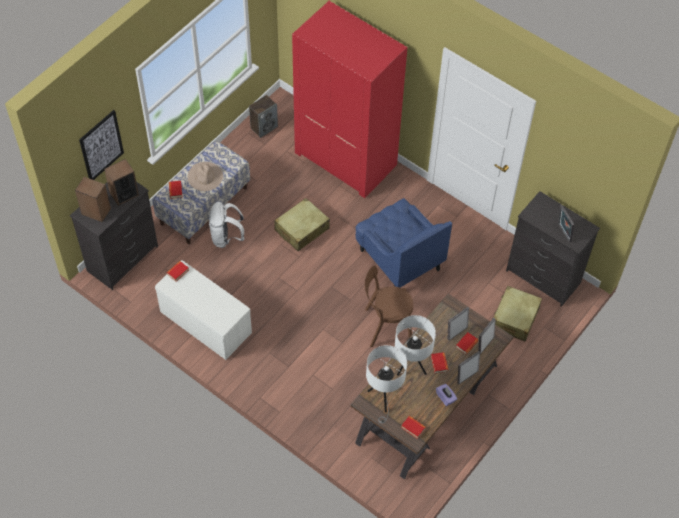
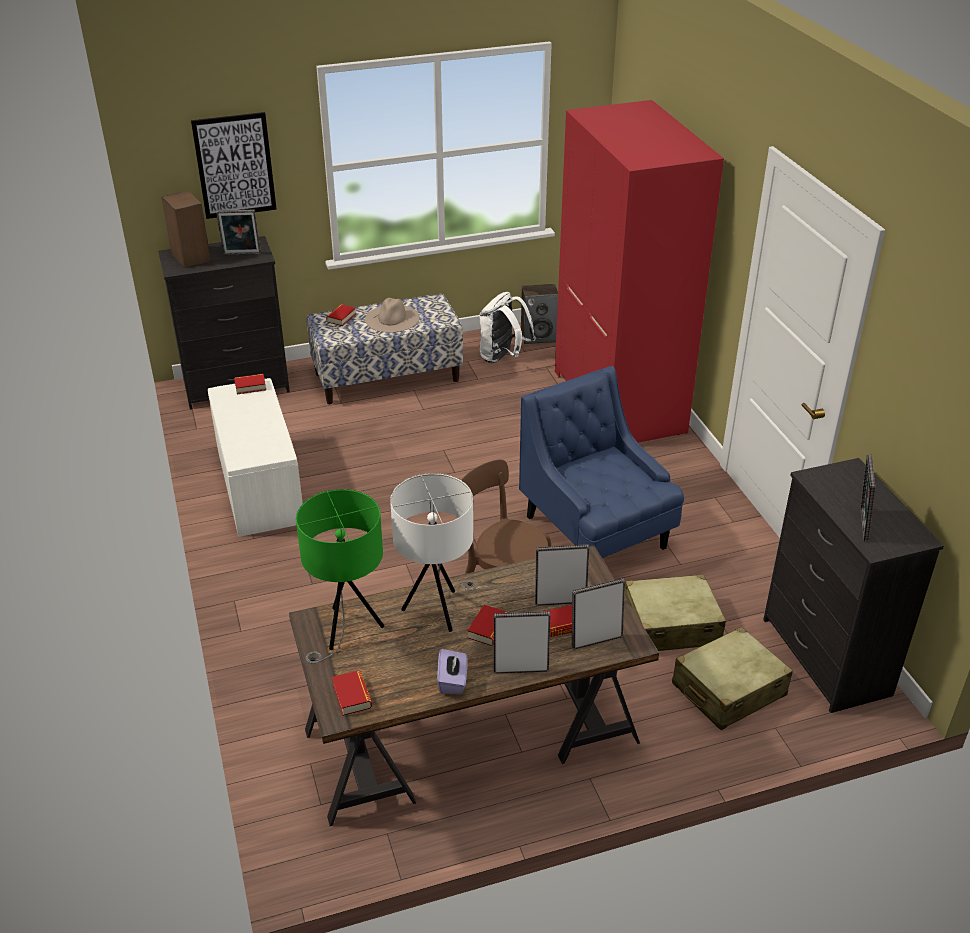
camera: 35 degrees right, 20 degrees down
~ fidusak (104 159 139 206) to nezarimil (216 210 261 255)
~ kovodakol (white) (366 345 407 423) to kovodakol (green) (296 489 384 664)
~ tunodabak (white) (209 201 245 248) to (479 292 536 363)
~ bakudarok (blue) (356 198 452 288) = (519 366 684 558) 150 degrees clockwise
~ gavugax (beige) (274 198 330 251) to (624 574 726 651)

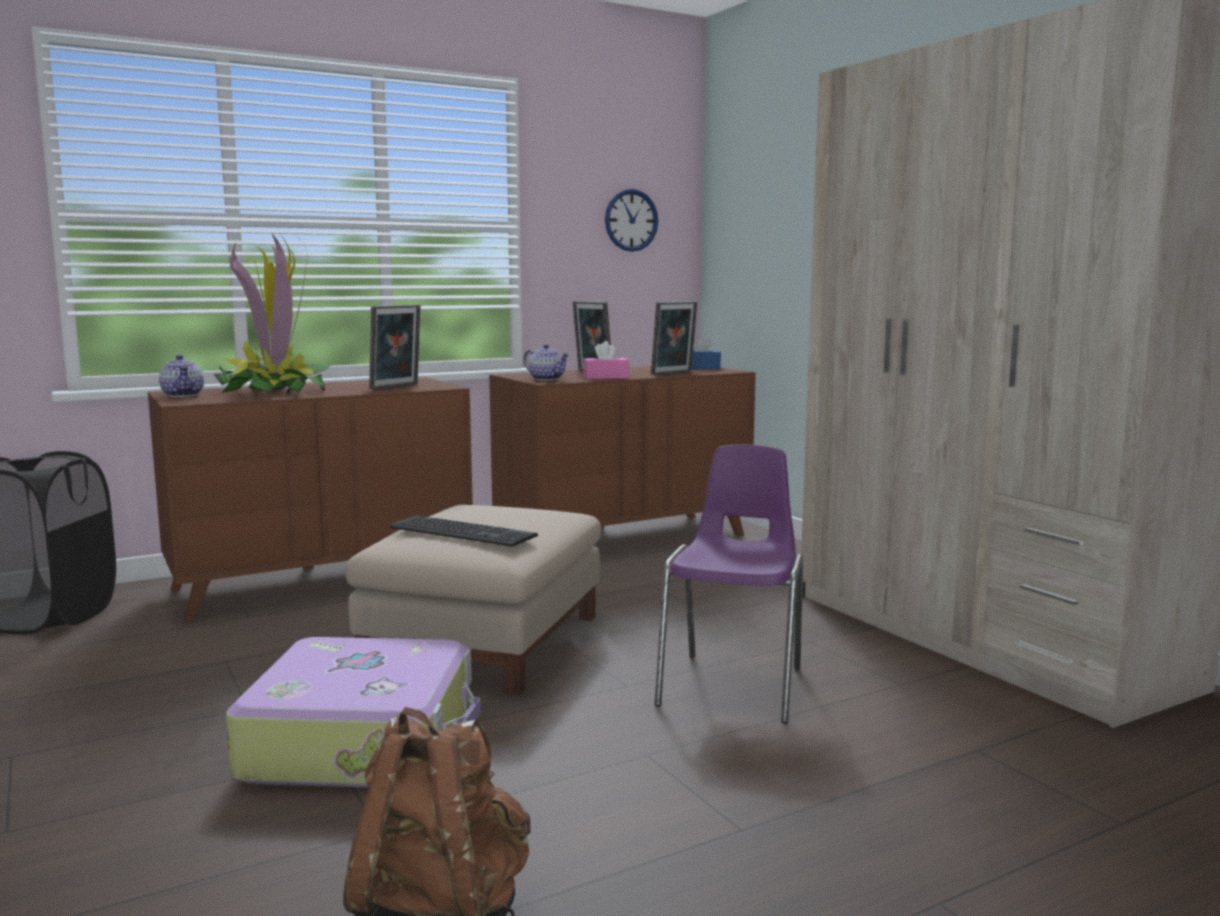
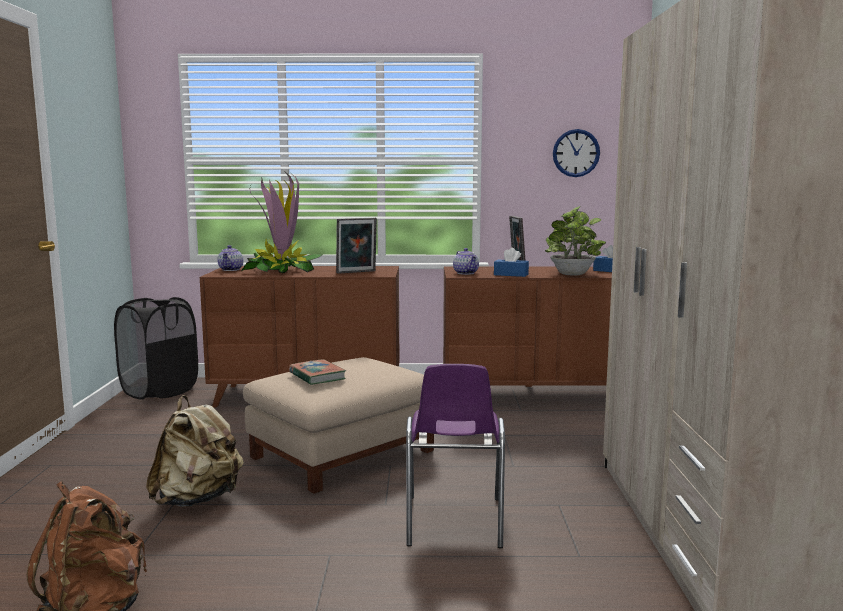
camera: 30 degrees right, 0 degrees up
~ gavugax (226 637 481 787) to tunodabak (beige) (146 395 244 507)
~ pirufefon (390 516 538 547) to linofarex (289 359 346 385)
~ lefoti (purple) (654 444 803 724) = (406 364 505 548) 135 degrees clockwise
~ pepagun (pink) (583 341 629 379) to pepagun (blue) (494 248 529 277)
~ nezarimil (651 301 697 375) to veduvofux (545 206 606 276)

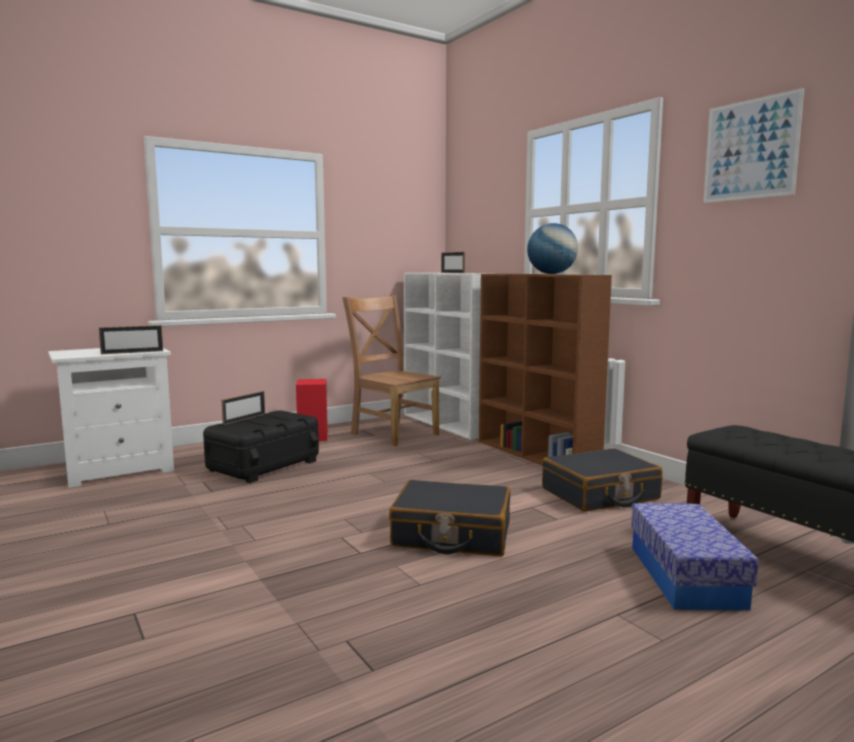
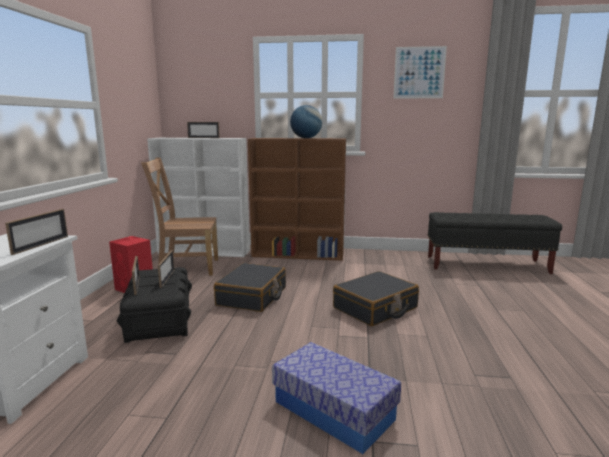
camera: 50 degrees left, 5 degrees up
+ nezarimil (158 250 175 288)
~ gavugax (black) (542 448 663 512) to (214 263 286 312)
~ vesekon (631 503 759 610) to (272 342 401 454)

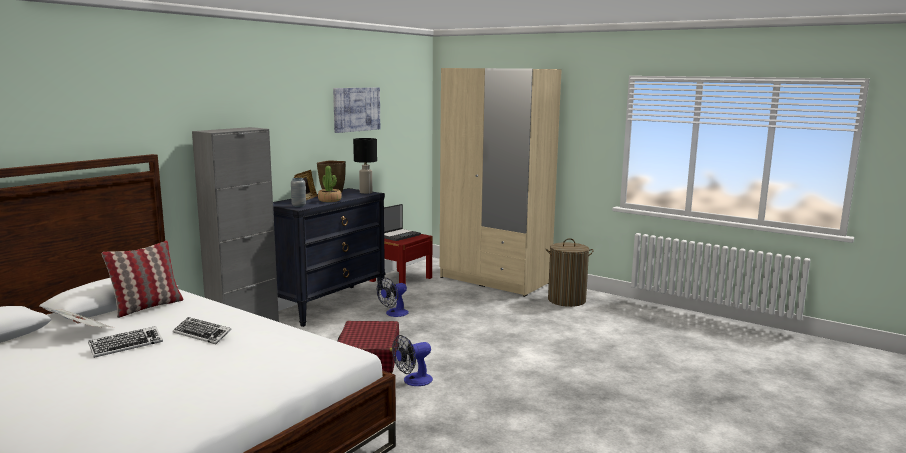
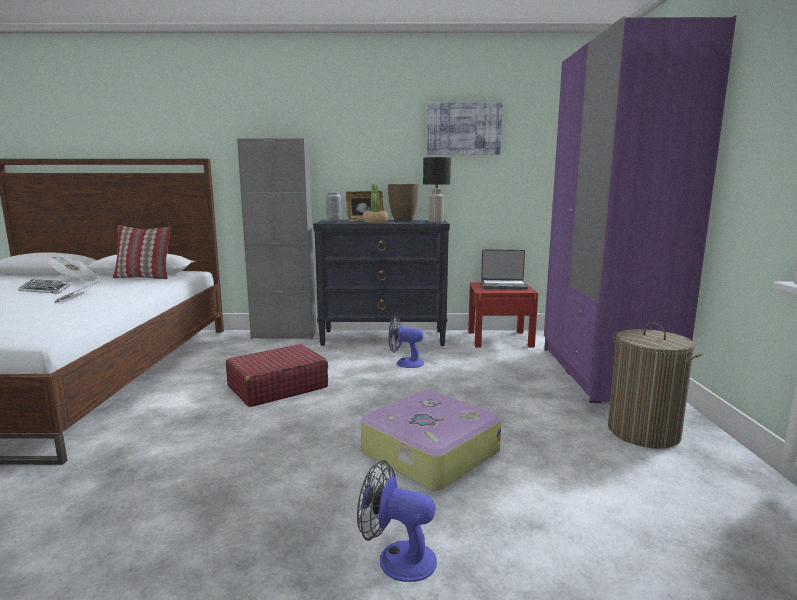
camera: 55 degrees right, 0 degrees up
~ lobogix (392 335 433 386) to (357 460 437 582)
+ gavugax (361 390 501 491)
~ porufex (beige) (440 68 562 297) to porufex (purple) (544 16 736 403)

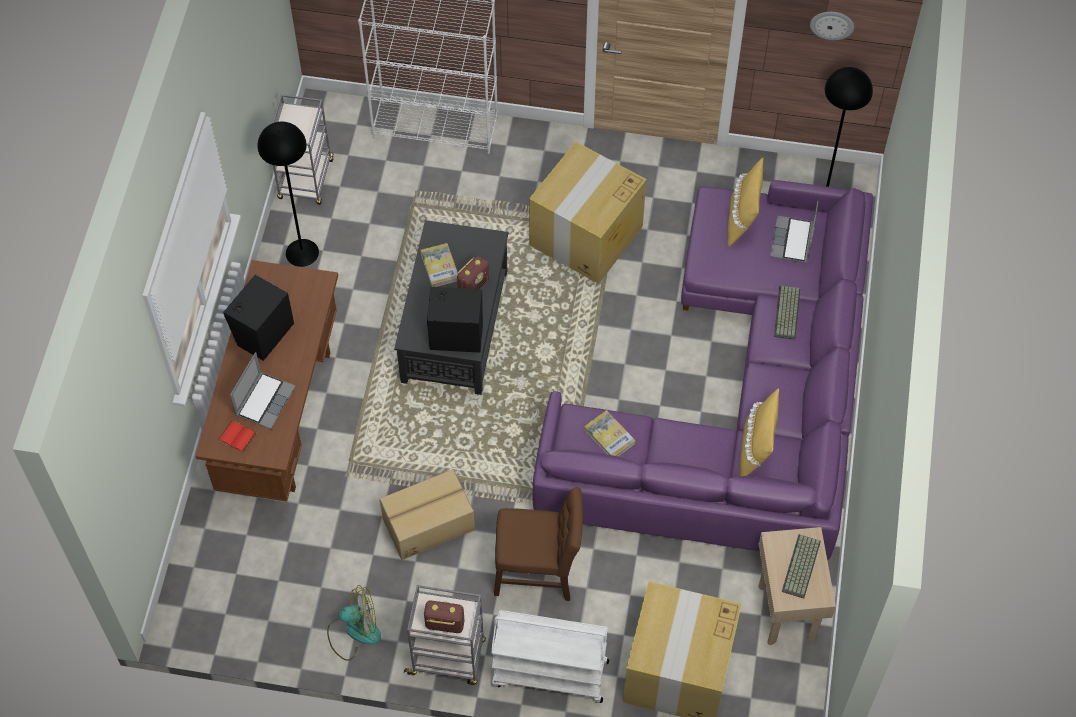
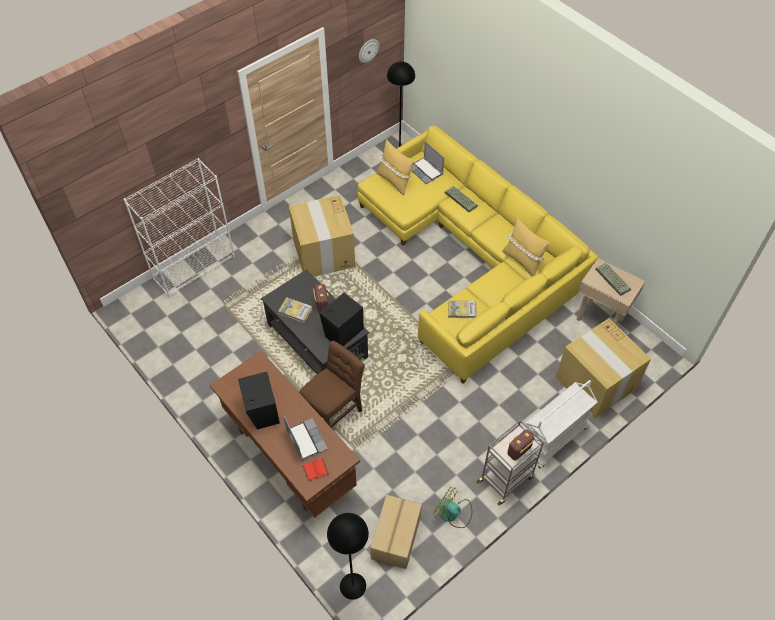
camera: 50 degrees left, 5 degrees down
~ lefoti (brown) (494 487 583 601) to (299 341 365 428)
~ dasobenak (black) (258 122 319 267) to (327 513 369 600)
~ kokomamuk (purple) (533 180 873 560) to kokomamuk (yellow) (357 126 599 384)
~ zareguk (380 469 475 560) to (370 495 422 569)
~ lobogix (327 585 381 661) = (433 487 472 528) 90 degrees counterclockwise
- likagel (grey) (272 94 334 205)

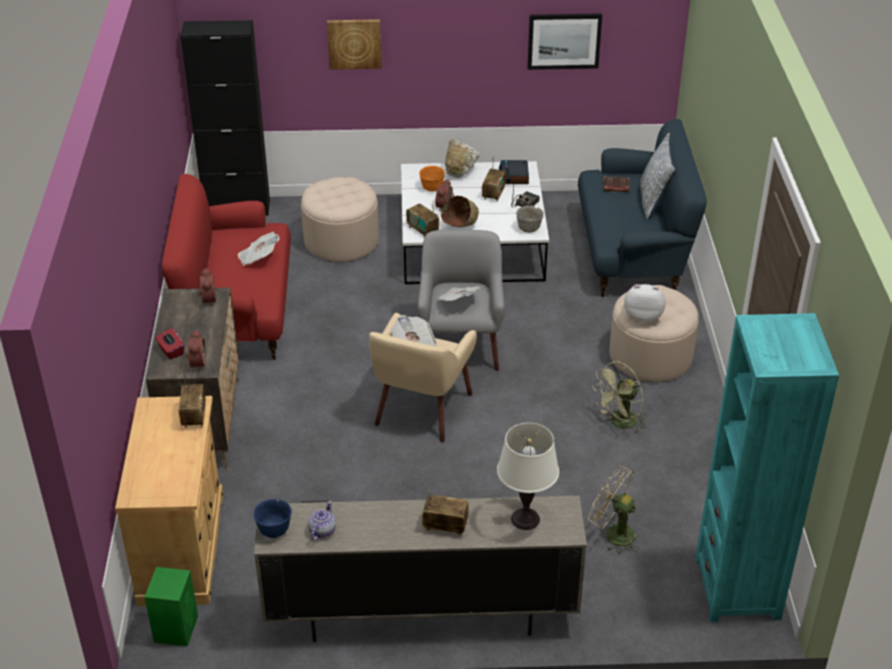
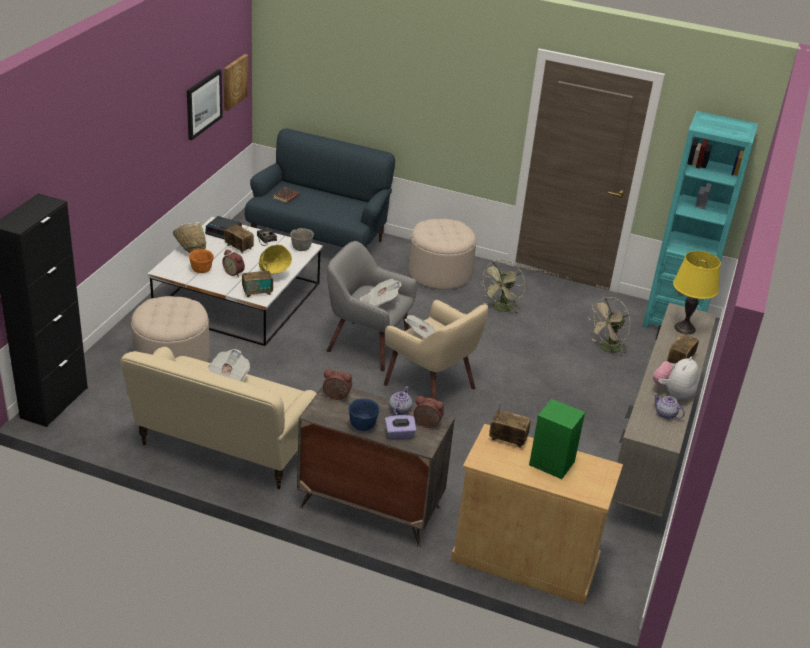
camera: 70 degrees left, 5 degrees down
~ kokomamuk (red) (162 174 291 360) to kokomamuk (beige) (120 347 317 489)
~ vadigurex (327 19 382 70) to (224 54 248 111)
~ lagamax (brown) (441 196 479 227) to lagamax (yellow) (259 245 292 274)
~ lagamax (blue) (253 499 292 538) to (348 398 380 431)
~ pepagun (red) (156 328 184 359) to pepagun (purple) (385 415 416 439)
+ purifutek (389 386 412 416)
~ lobogix (green) (593 361 646 434) = (480 259 525 314) 45 degrees clockwise
~ fidusak (green) (144 567 198 646) to (529 399 585 479)
~ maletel (624 284 666 323) to (653 357 699 400)
~ kovodakol (white) (497 423 559 530) to kovodakol (yellow) (673 251 721 335)
- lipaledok (640 133 676 220)

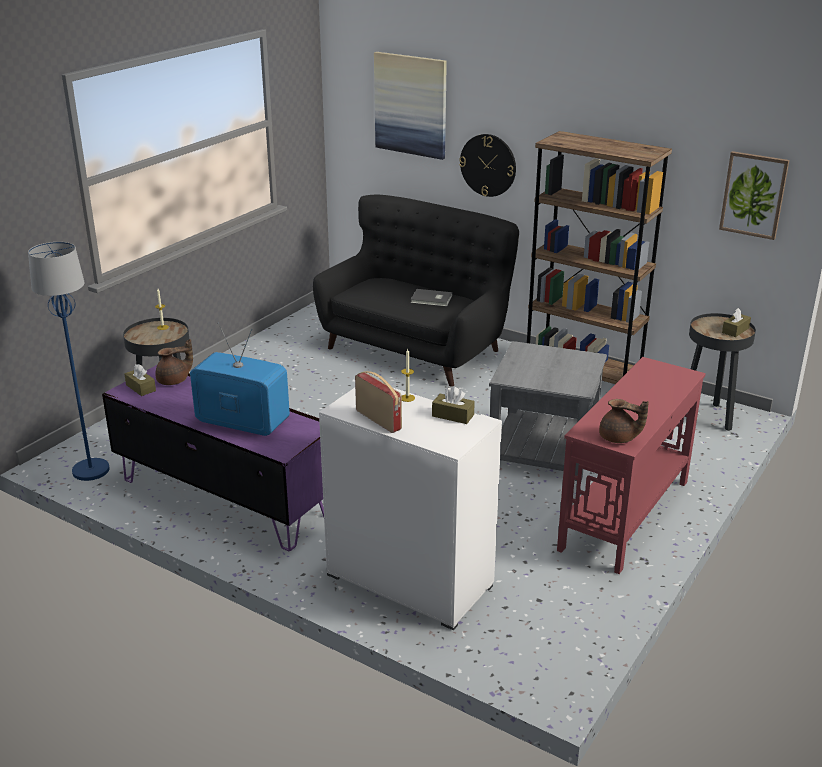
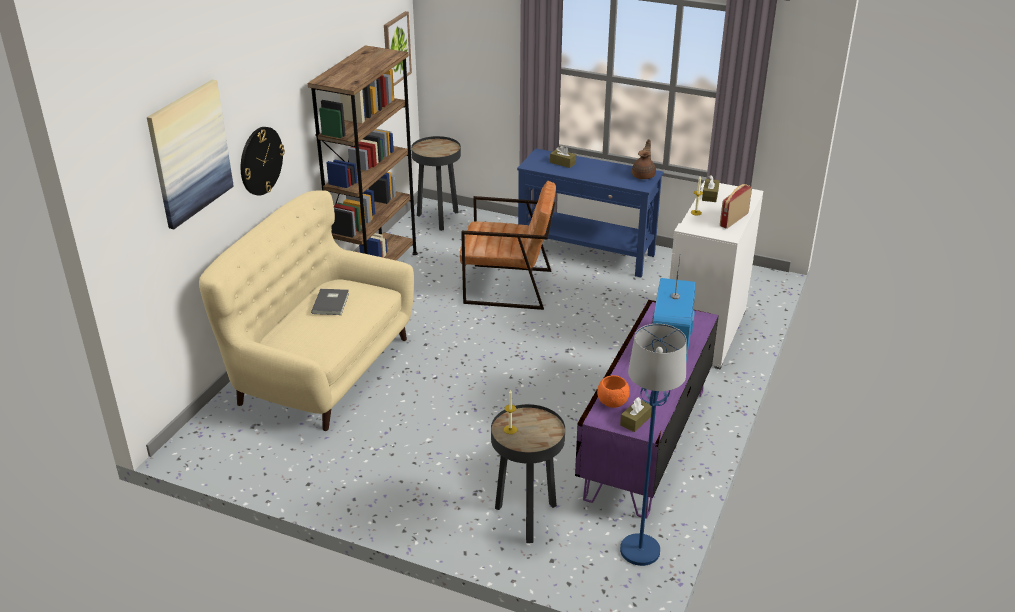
camera: 100 degrees left, 5 degrees up
~ kokomamuk (black) (313 194 519 387) to kokomamuk (beige) (199 190 414 431)
~ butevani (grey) (489 341 607 481) to bakudarok (brown) (460 181 556 310)
~ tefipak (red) (557 357 706 574) to tefipak (blue) (517 148 663 277)
~ pepagun (brown) (722 308 751 337) to (550 145 576 168)
~ purifutek (brown) (155 339 193 385) to lagamax (orange) (597 375 630 408)

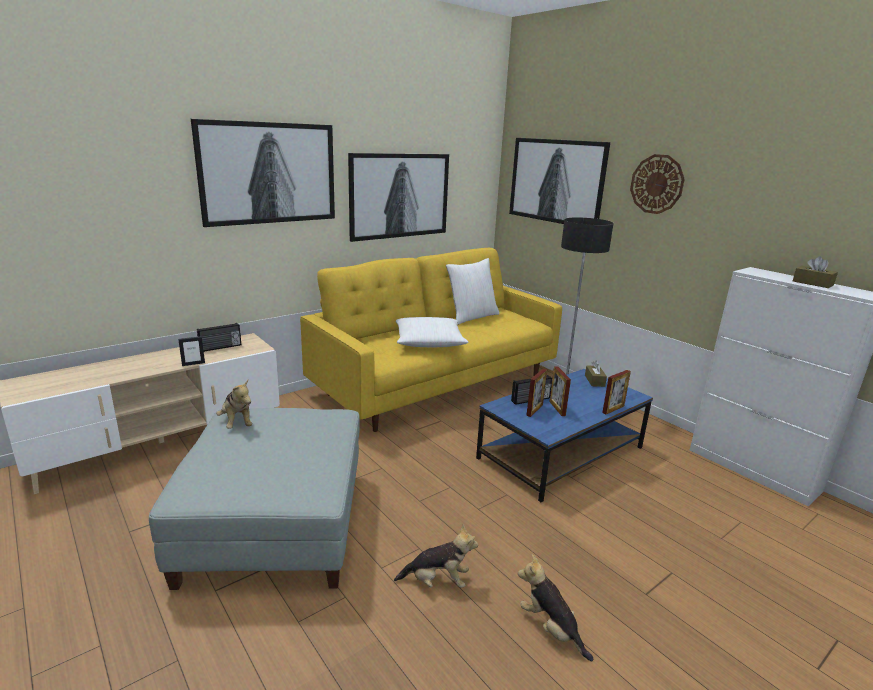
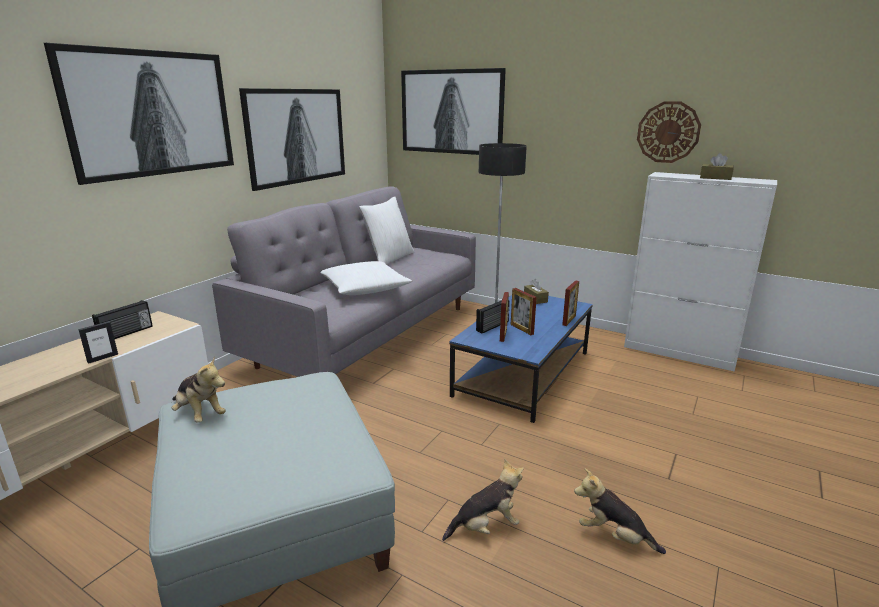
camera: 20 degrees left, 0 degrees up
~ kokomamuk (yellow) (300 248 562 432) to kokomamuk (grey) (212 186 476 377)
~ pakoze (630 154 685 214) to (637 101 701 163)

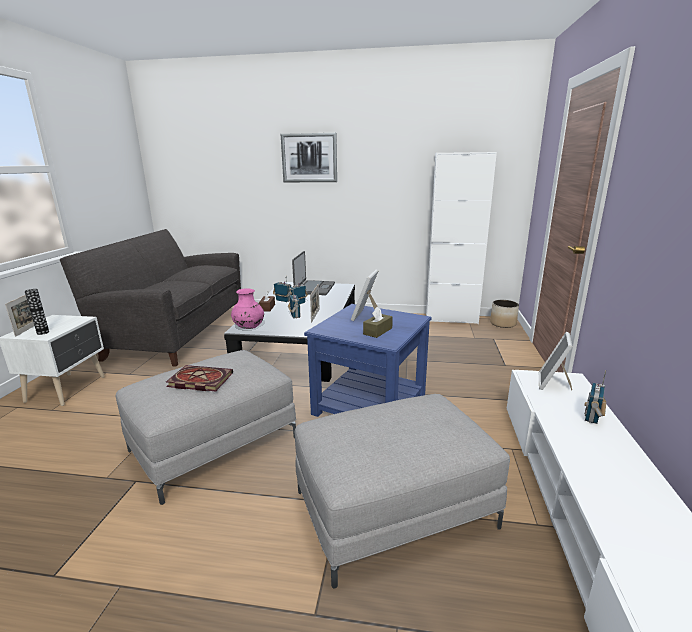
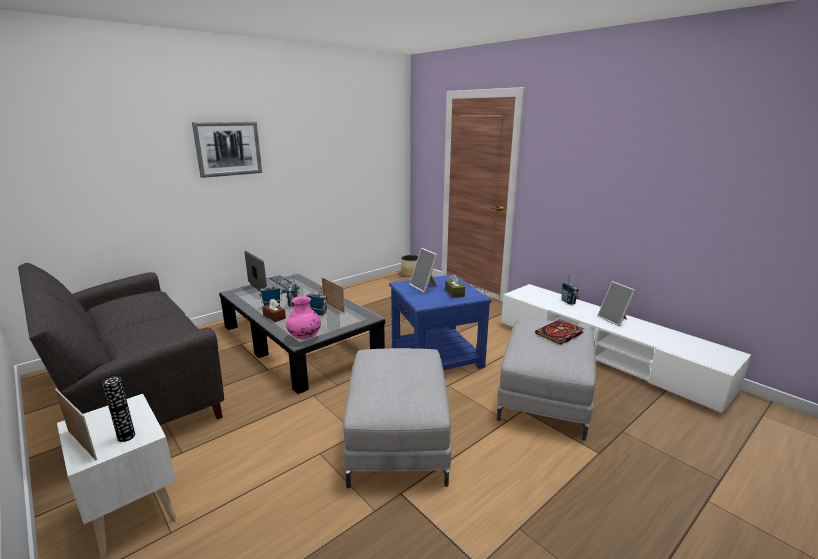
camera: 50 degrees left, 0 degrees up
~ linofarex (166 365 233 391) to (535 319 584 345)
~ nezarimil (539 332 573 391) to (597 281 635 327)
- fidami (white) (426 152 497 324)

